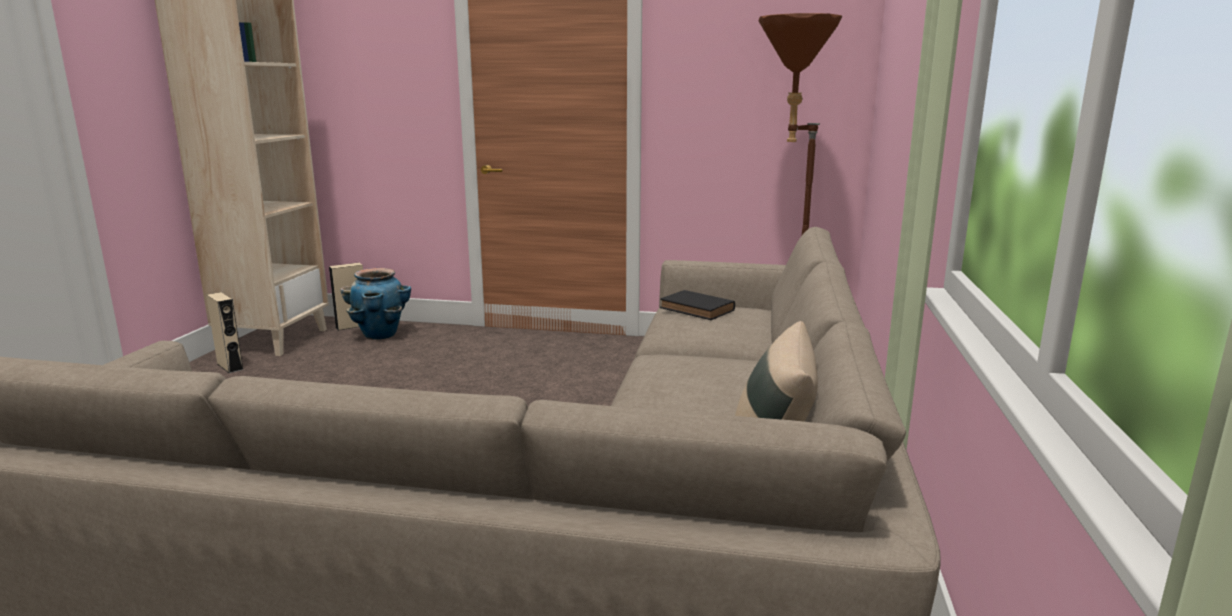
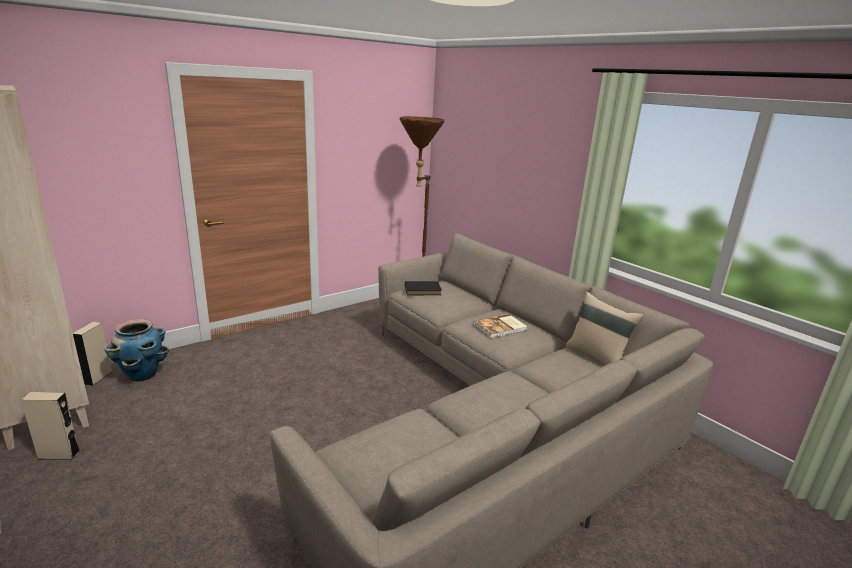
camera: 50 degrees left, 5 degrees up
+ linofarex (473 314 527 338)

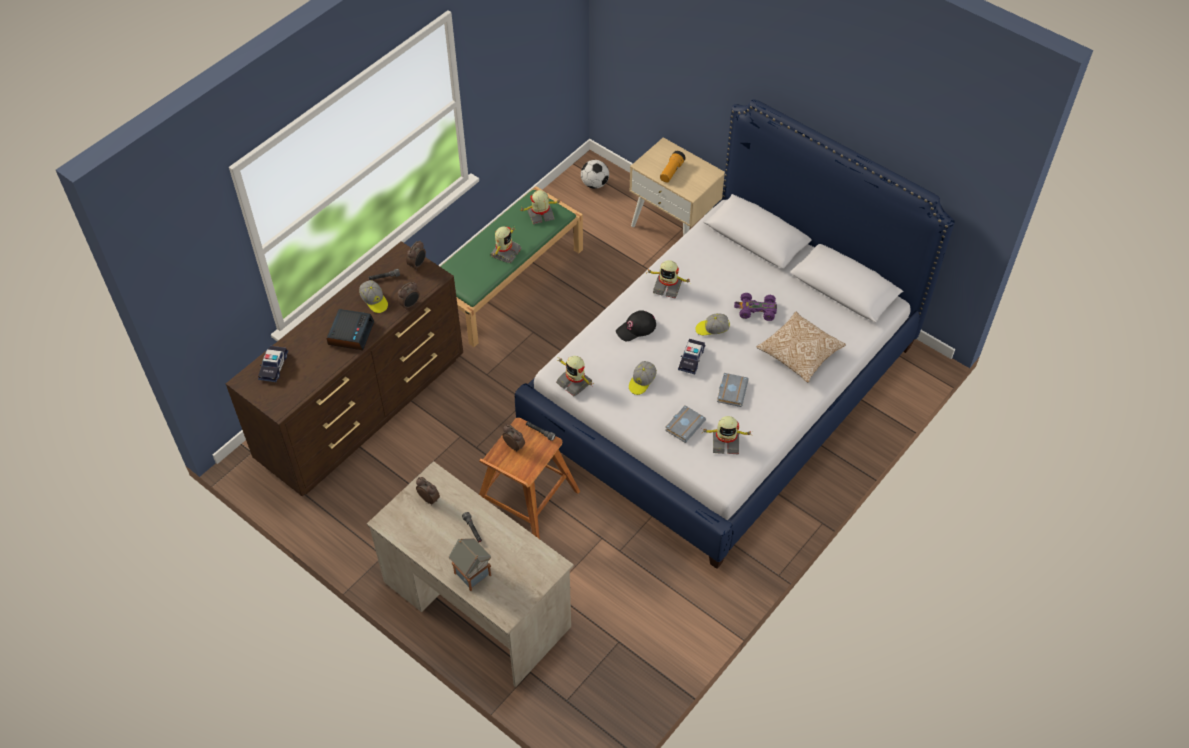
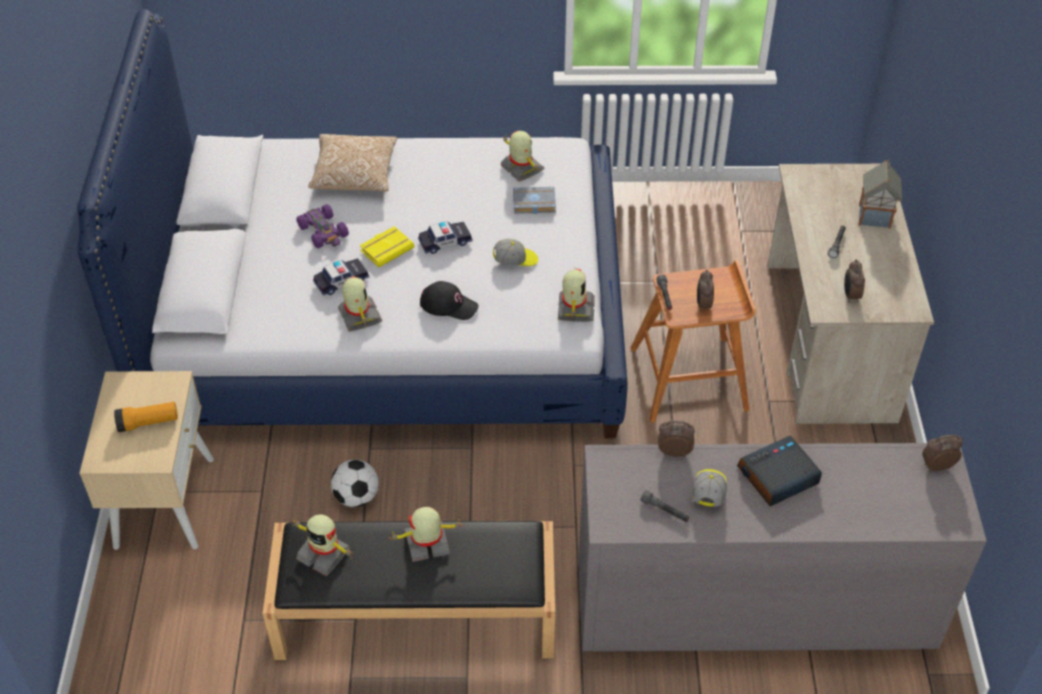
camera: 130 degrees left, 5 degrees down
~ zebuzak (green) (440 186 583 347) to zebuzak (black) (262 521 555 660)
~ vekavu (258 346 288 382) to (313 258 369 296)
~ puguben (581 160 609 189) to (331 460 379 507)
~ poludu (695 313 730 335) to linofarex (yellow) (360 226 414 267)
~ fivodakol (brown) (226 241 463 496) to fivodakol (grey) (578 443 987 651)
~ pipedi (406 241 426 269) to (922 434 963 472)
- linofarex (grey) (717 373 749 407)

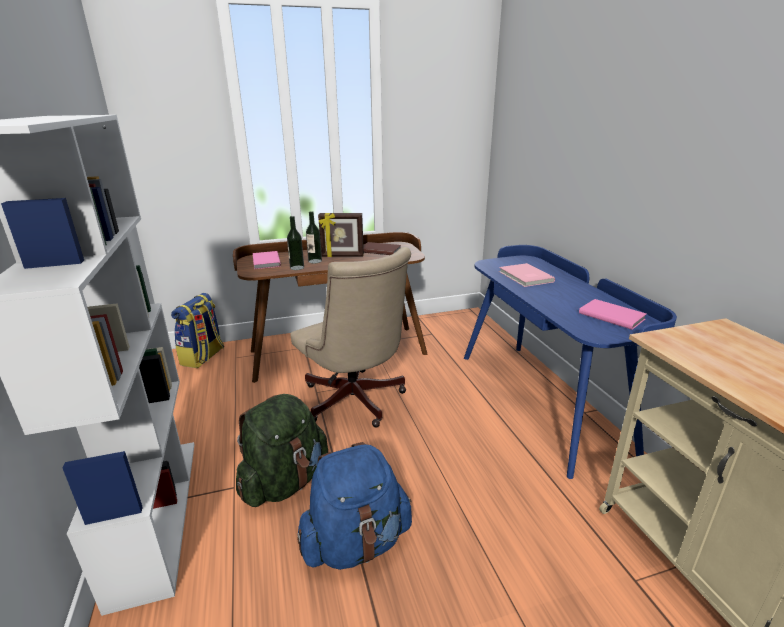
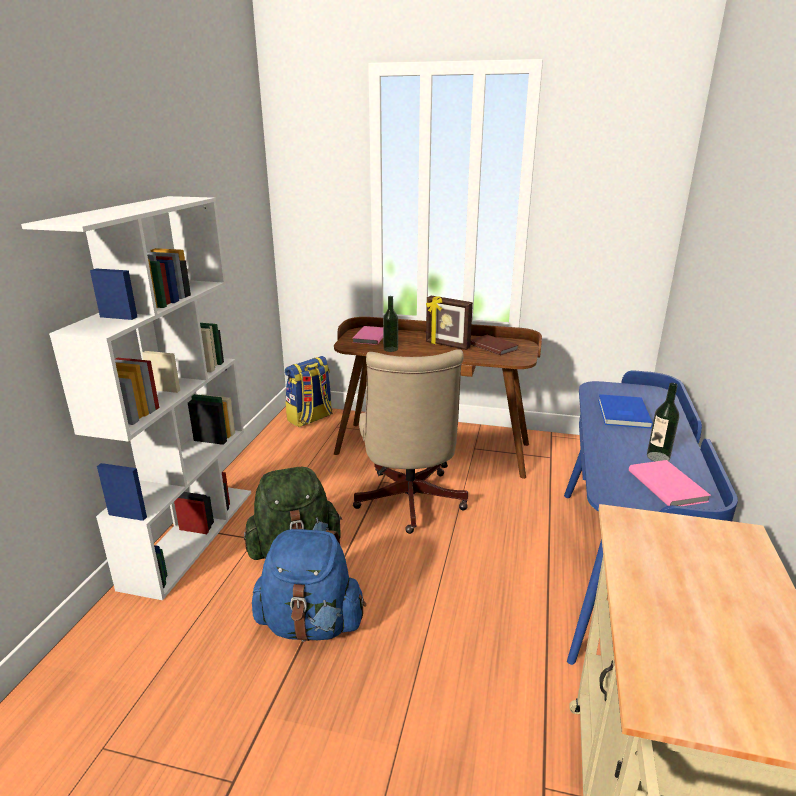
camera: 30 degrees right, 0 degrees up
~ linofarex (pink) (499 263 555 287) to linofarex (blue) (598 394 653 428)
~ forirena (306 211 322 263) to (647 383 679 461)

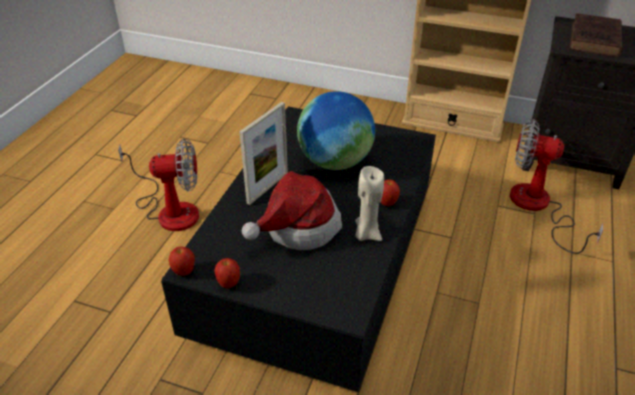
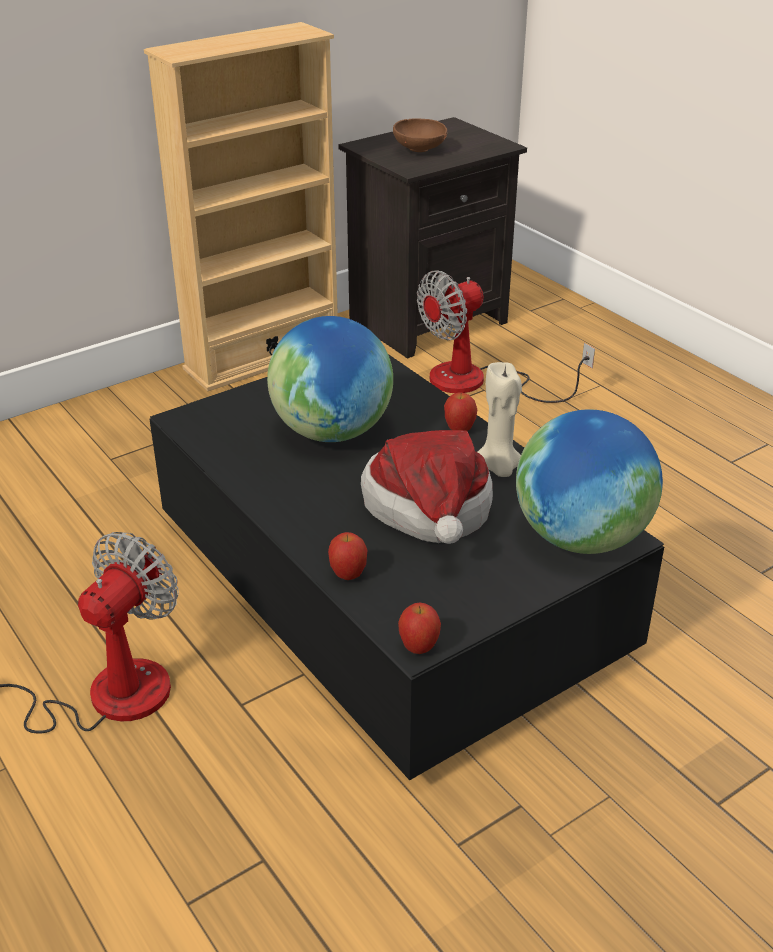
camera: 55 degrees left, 5 degrees down
~ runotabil (215 258 240 289) to (328 532 367 580)
~ linofarex (brown) (569 13 622 57) to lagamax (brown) (393 118 447 152)
+ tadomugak (516 409 663 554)
- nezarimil (239 102 288 205)

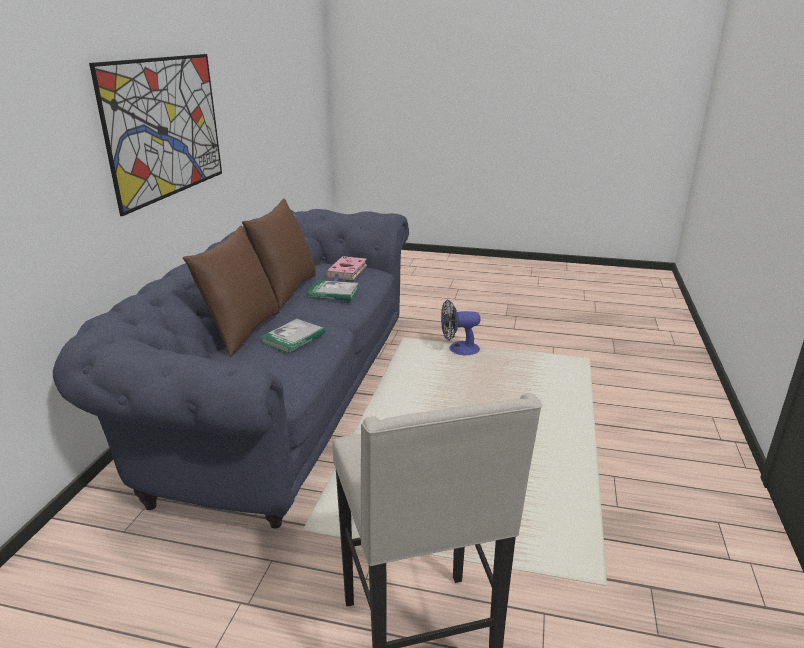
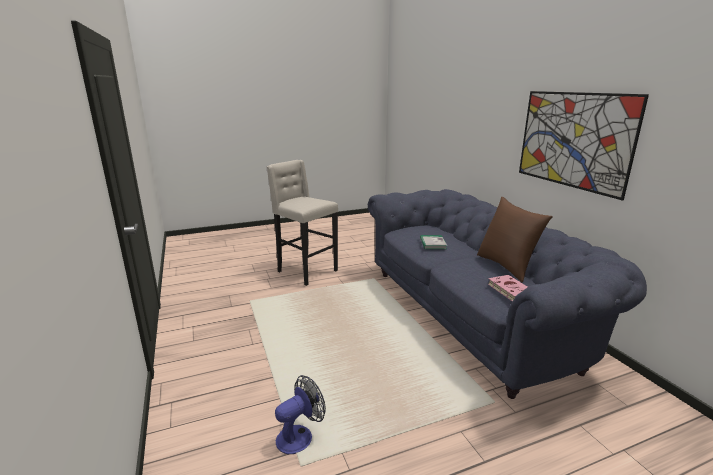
camera: 145 degrees right, 5 degrees down
~ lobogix (441 300 481 355) to (275 375 326 454)
- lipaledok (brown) (183 225 280 357)
- linofarex (307 280 359 301)

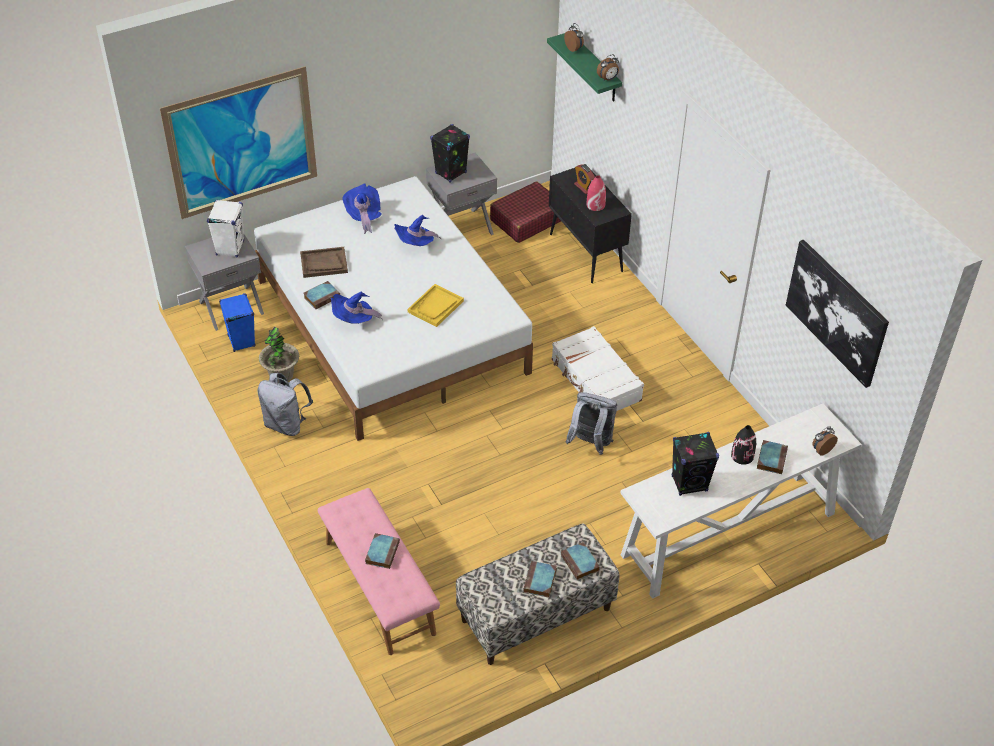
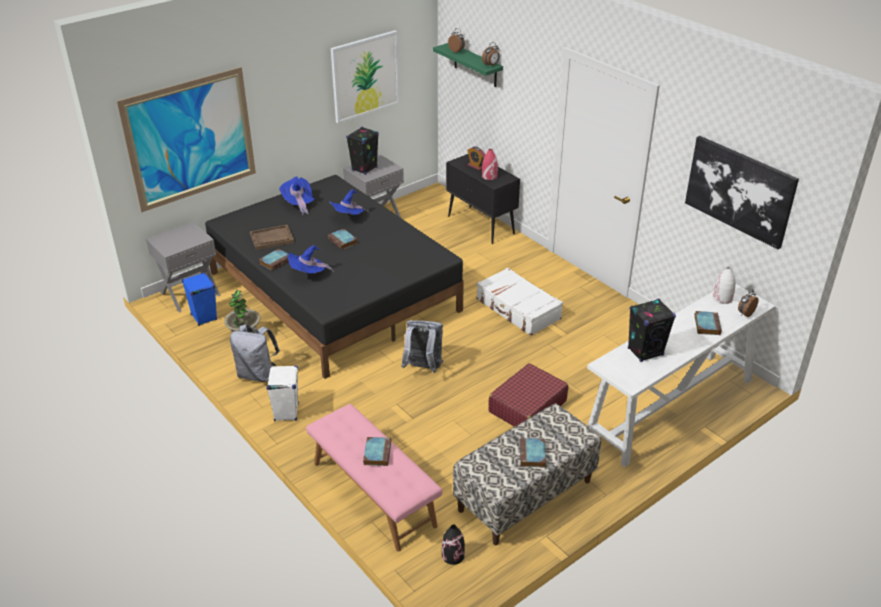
camera: 10 degrees left, 10 degrees down
~ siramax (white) (254 176 533 441) to siramax (black) (205 175 464 379)
~ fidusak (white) (207 200 244 257) to (266 365 299 422)
~ linofarex (561 542 600 580) to (328 229 357 250)
+ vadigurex (331 30 399 123)
~ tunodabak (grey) (566 392 617 455) to (401 320 443 373)
~ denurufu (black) (731 425 756 465) to (442 525 465 565)
~ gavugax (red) (490 181 561 243) to (488 363 568 427)
+ denurufu (white) (713 266 736 304)
- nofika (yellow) (408 284 464 327)

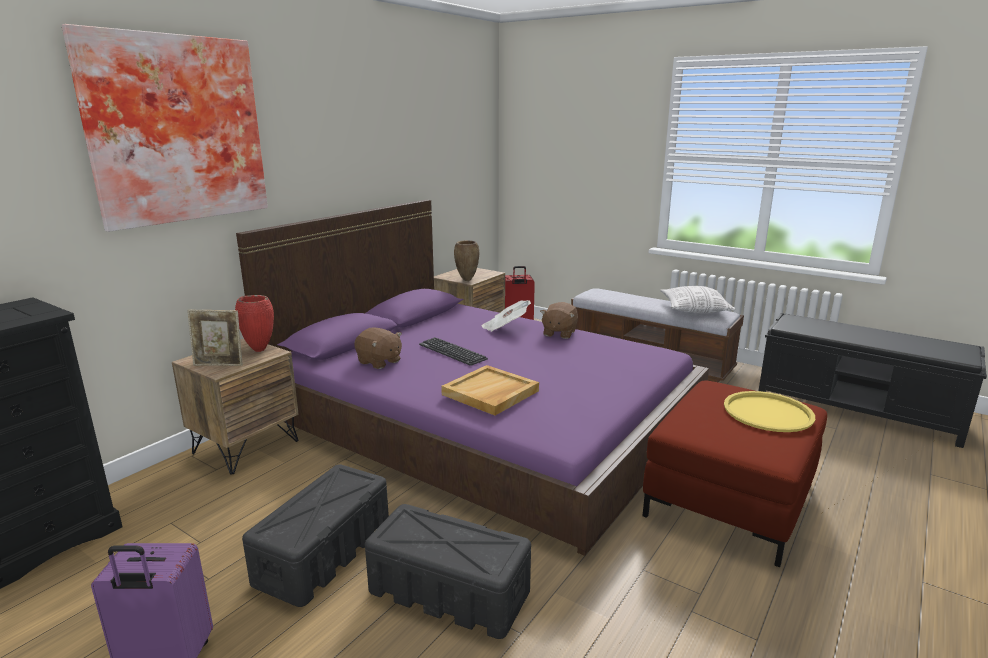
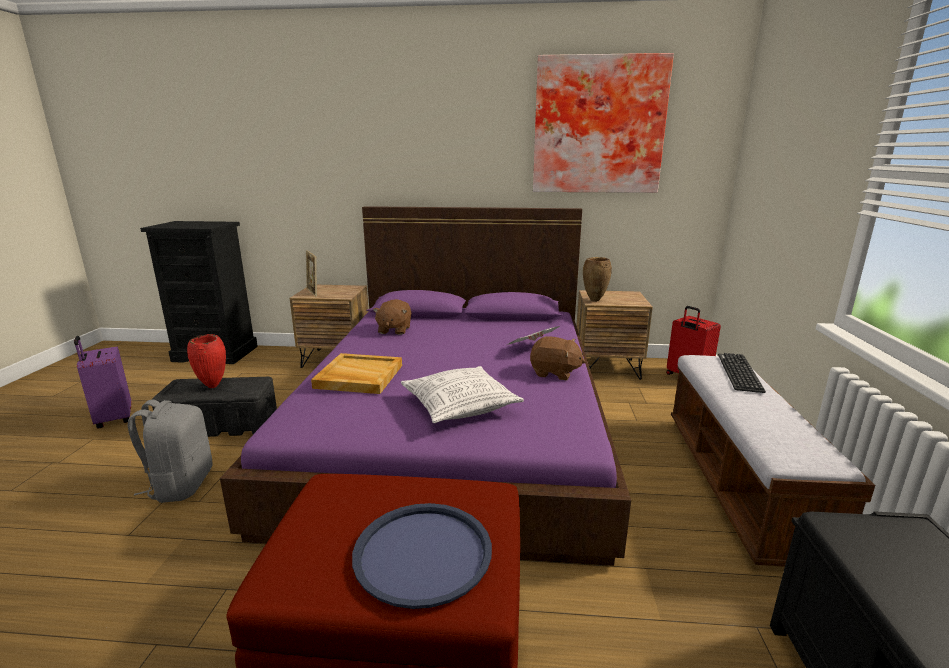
camera: 60 degrees right, 0 degrees up
~ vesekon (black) (365 504 531 639) to tunodabak (grey) (128 400 212 503)
~ denurufu (red) (235 295 274 352) to (187 334 226 388)
~ nofika (yellow) (724 391 815 432) to nofika (blue) (352 503 492 609)
~ lipaledok (660 286 736 314) to (401 366 524 423)
~ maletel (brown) (540 302 578 339) = (530 336 586 380) 150 degrees counterclockwise
~ vadigurex (61 24 268 232) to (533 53 674 193)
~ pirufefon (419 337 488 366) to (718 353 766 393)

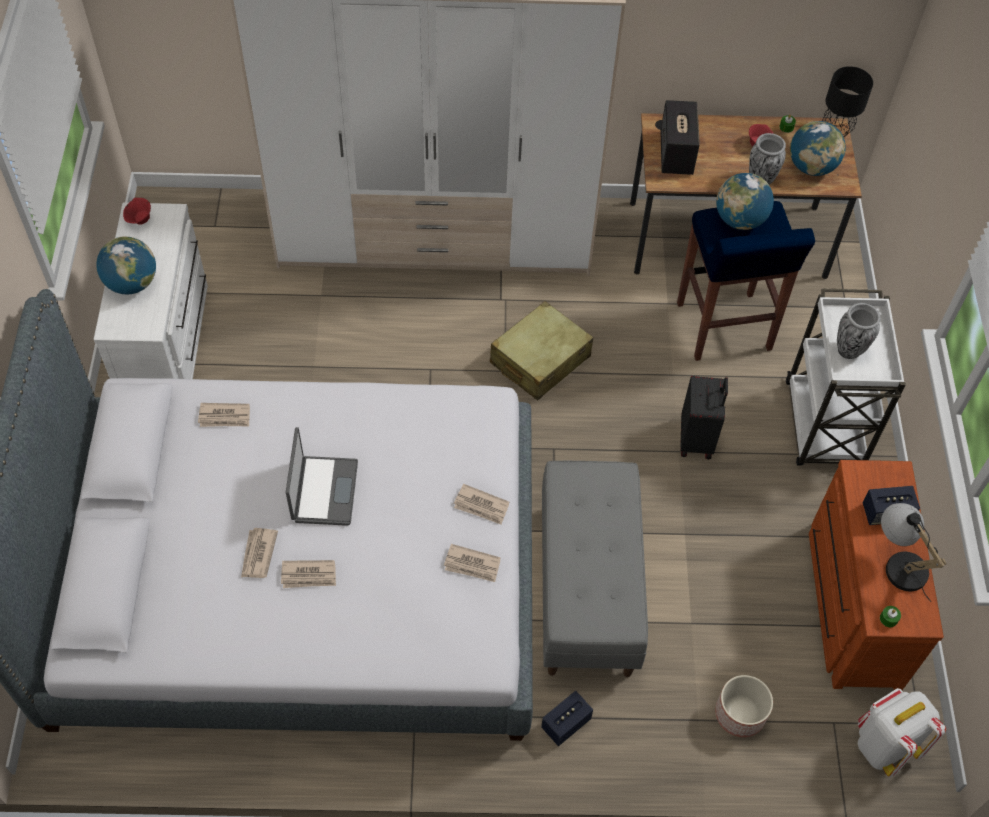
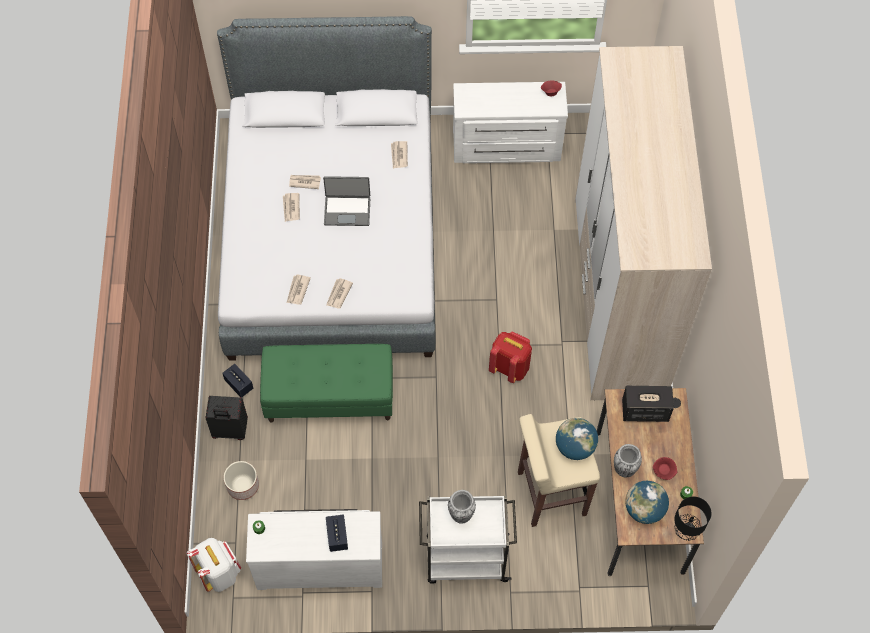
camera: 90 degrees right, 5 degrees up
~ gavugax (black) (680 376 728 459) to (206 396 248 440)
~ fivodakol (brown) (809 460 944 690) to fivodakol (white) (246 509 382 590)
~ zebuzak (grey) (542 461 648 677) to zebuzak (green) (260 344 393 423)
~ gavugax (beige) (490 301 593 400) to tunodabak (red) (489 332 532 383)
~ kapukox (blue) (677 201 815 361) to kapukox (beige) (518 414 600 527)
- tadomugak (96 237 156 294)
- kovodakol (881 503 946 602)

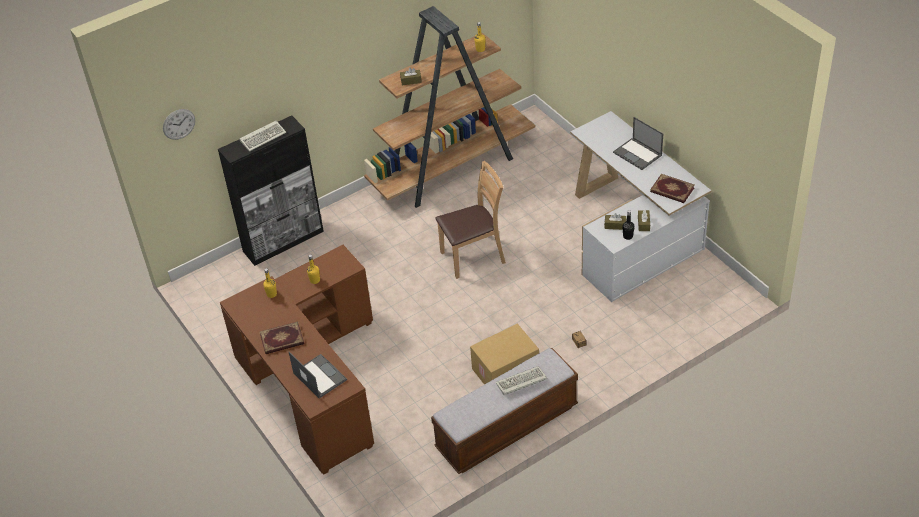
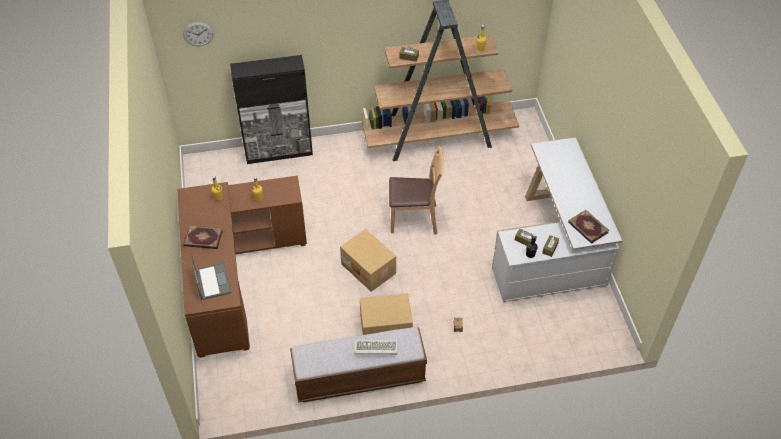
camera: 20 degrees right, 5 degrees up
+ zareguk (340 229 396 292)
- pirufefon (239 121 286 151)
- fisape (613 117 663 170)

